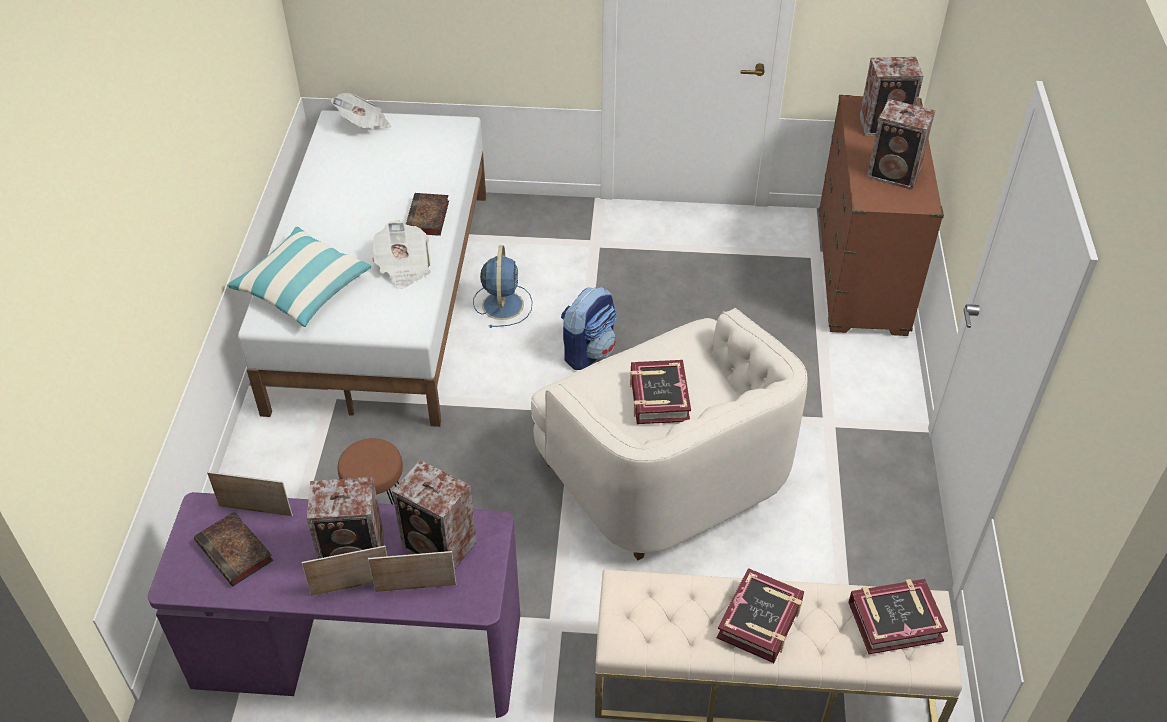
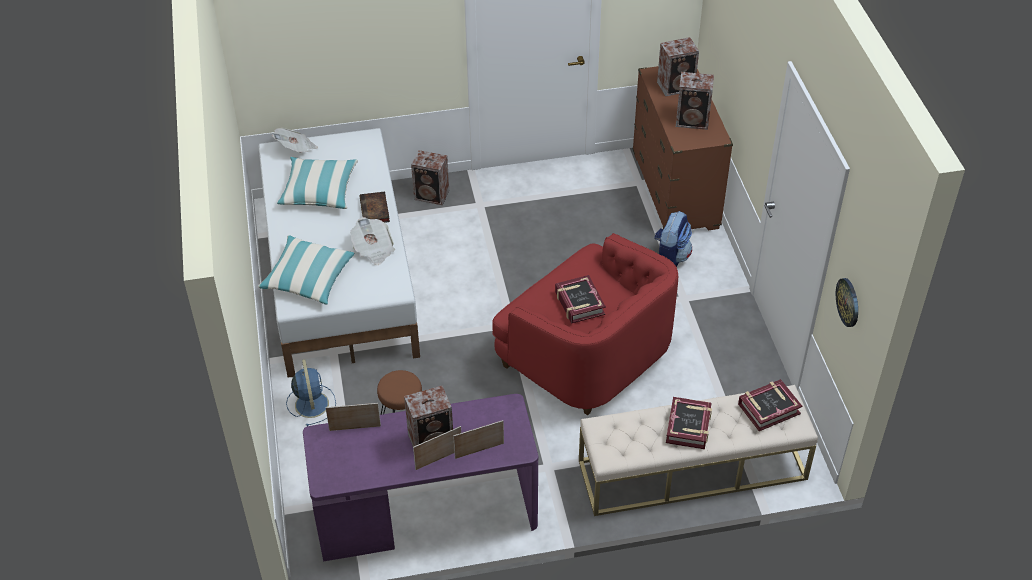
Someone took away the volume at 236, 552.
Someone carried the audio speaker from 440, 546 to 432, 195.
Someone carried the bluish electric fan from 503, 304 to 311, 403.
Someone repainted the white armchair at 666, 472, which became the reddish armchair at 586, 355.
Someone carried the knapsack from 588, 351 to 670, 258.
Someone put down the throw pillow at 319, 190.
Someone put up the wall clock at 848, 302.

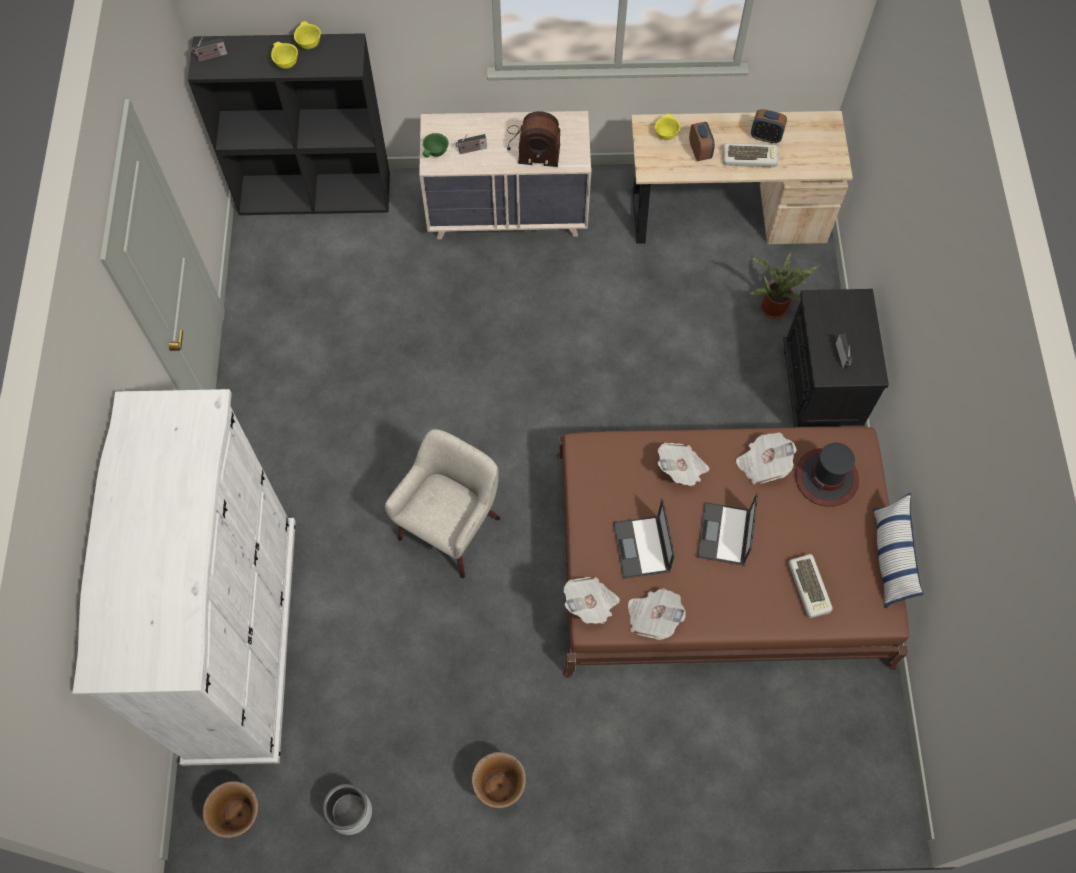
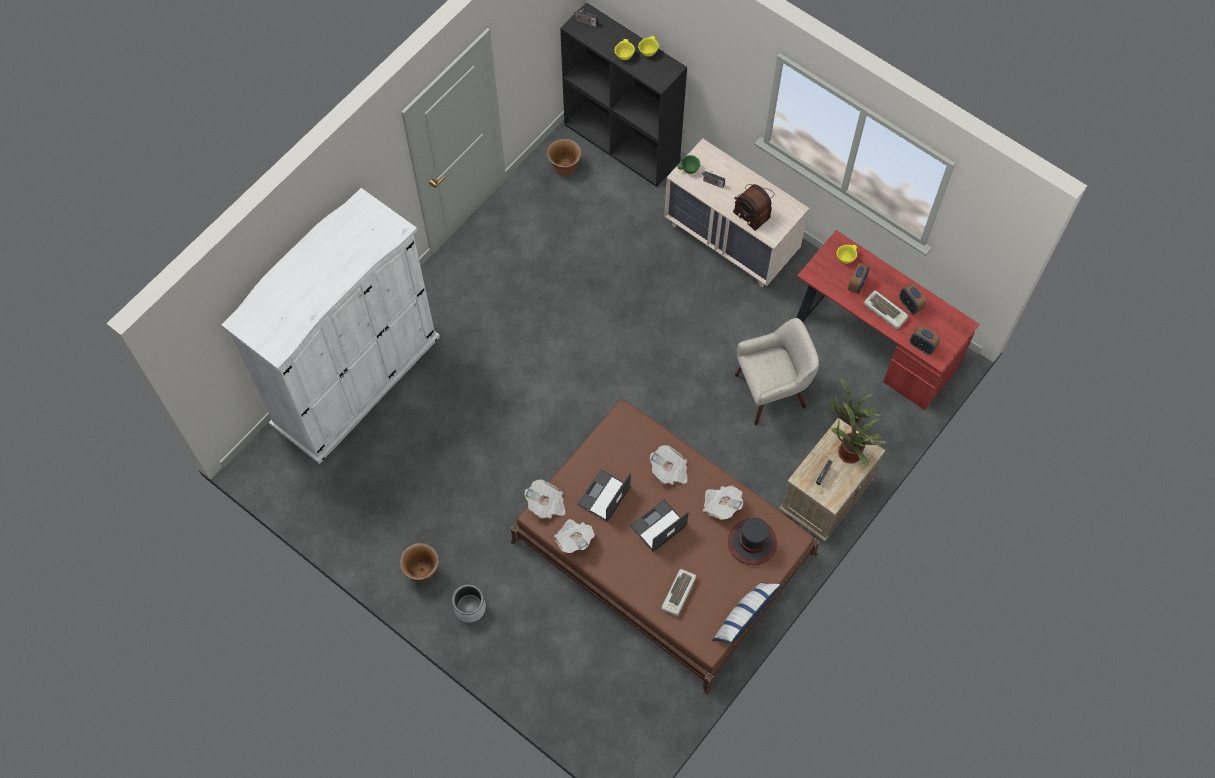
Someone carried the brown planter from 240, 815 to 564, 168.
Someone carried the gray planter from 350, 812 to 470, 607.
Someone carried the sand-coloured armchair from 451, 528 to 771, 391.
Someone repainted the sand-coloured desk unit at 724, 214, which became the reddish desk unit at 873, 341.
Someone repainted the blackish nightstand at 819, 391, which became the sand-coloured nightstand at 824, 499.
Someone put down the potted plant at 852, 452.
Someone put down the alarm clock at 922, 346.

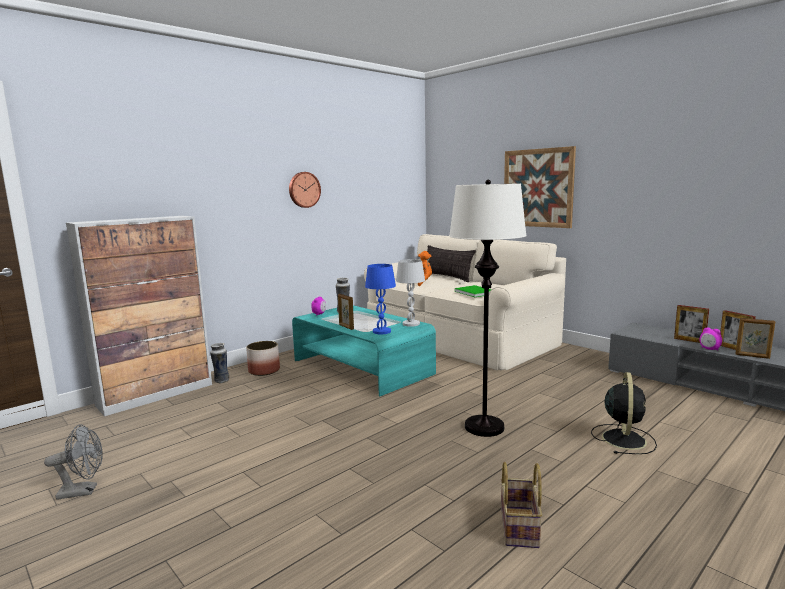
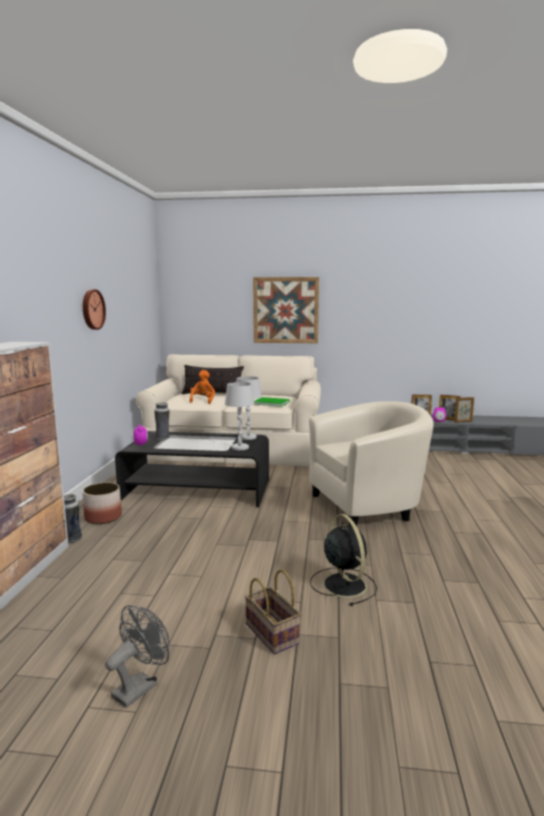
Someone repainted the turquoise lounge table at 362, 367, which became the blackish lounge table at 197, 489.
Someone took away the photo frame at 346, 327.
Someone repainted the bluish tabletop lamp at 381, 331, which became the white tabletop lamp at 240, 447.
Someone swapped the white floor lamp at 484, 427 for the sand-coloured armchair at 368, 506.
Someone carried the household basket from 520, 528 to 273, 634.
Someone carried the blackish electric fan from 623, 438 to 343, 584.

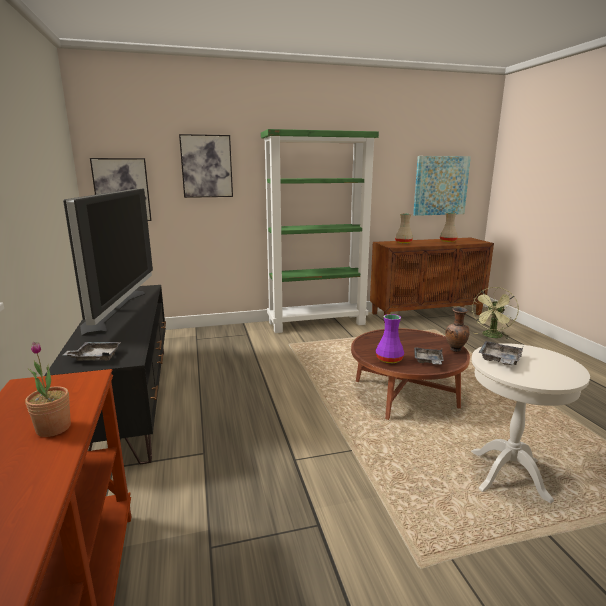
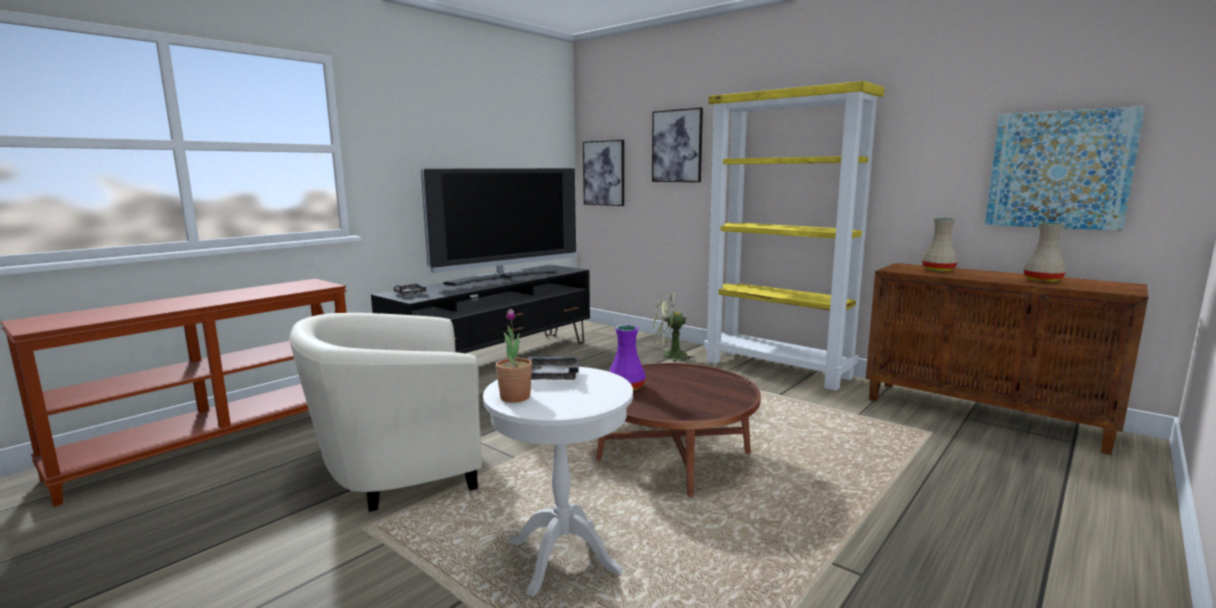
Someone carried the potted plant from 53, 428 to 515, 397.
Someone repainted the green bookshelf at 317, 323, which became the yellowish bookshelf at 778, 369.
Someone took away the gray tray at 428, 361.
Someone took away the brown vase at 455, 350.
Someone carried the green electric fan from 492, 336 to 669, 356.
Someone put down the sand-coloured armchair at 398, 470.

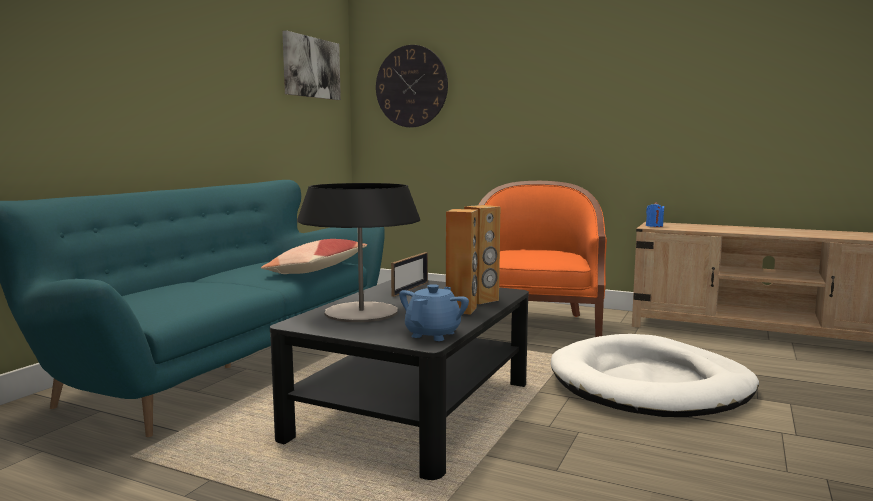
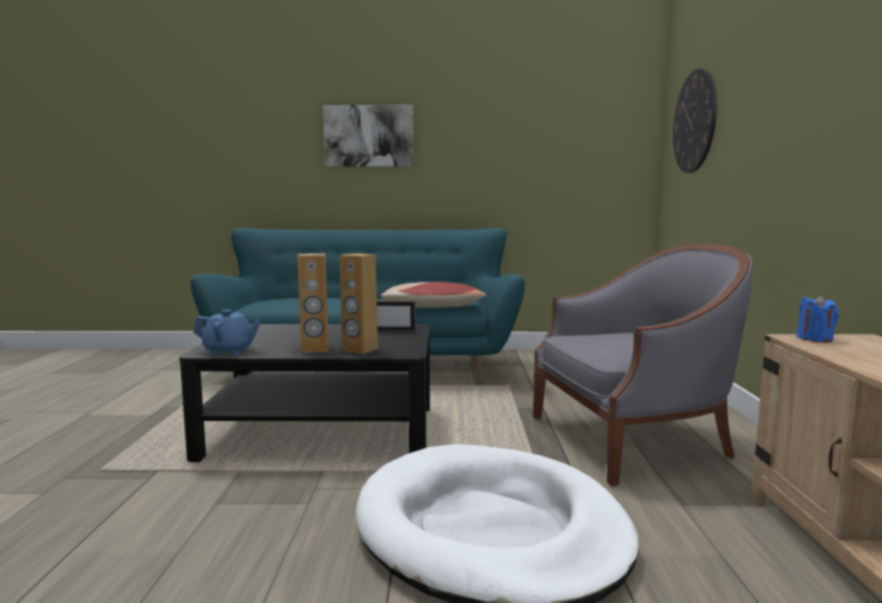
Someone carried the wall art from 311, 67 to 369, 136.
Someone took away the tabletop lamp at 361, 312.
Someone repainted the orange-coloured armchair at 534, 327, which became the gray armchair at 632, 441.

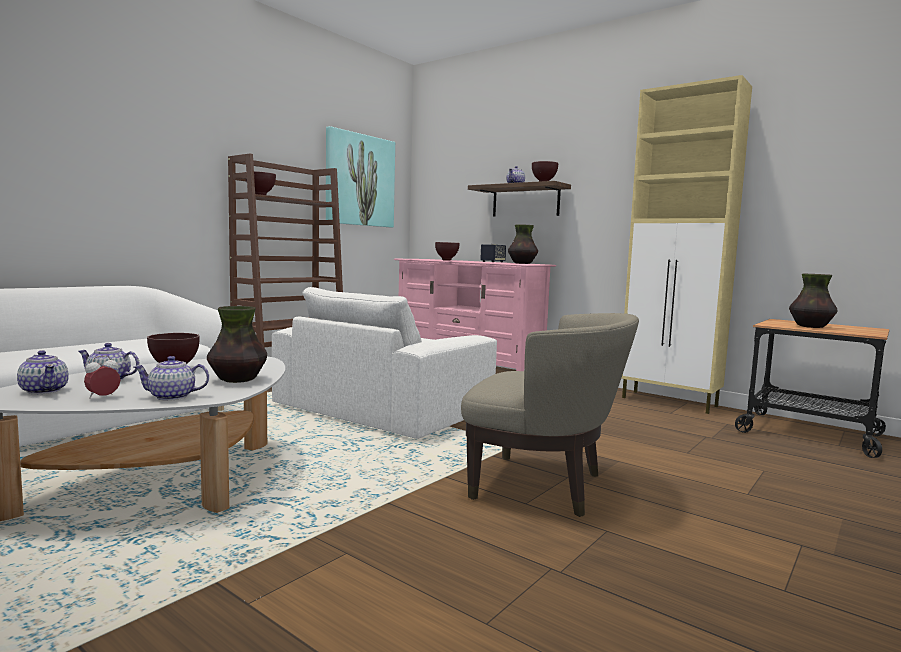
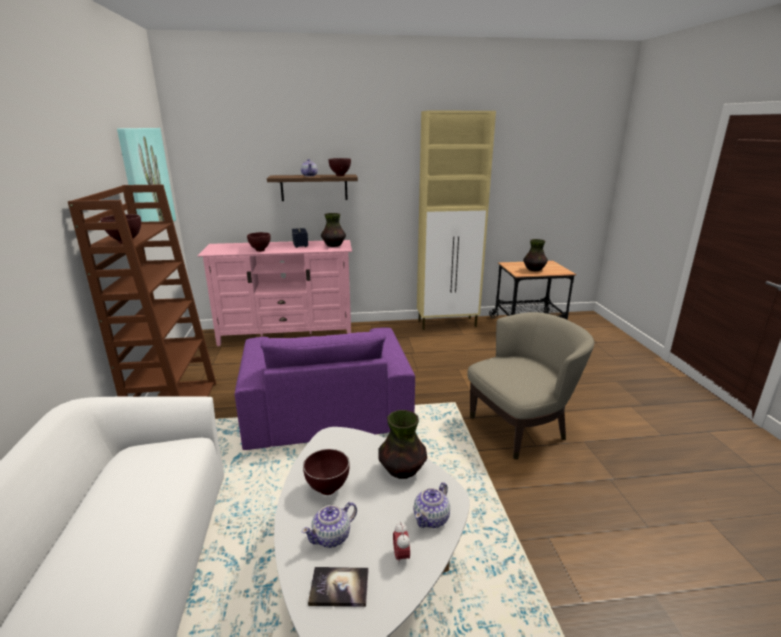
Someone swapped the pot for tea at 44, 390 for the volume at 339, 587.
Someone repainted the white armchair at 384, 408, which became the purplish armchair at 326, 409.

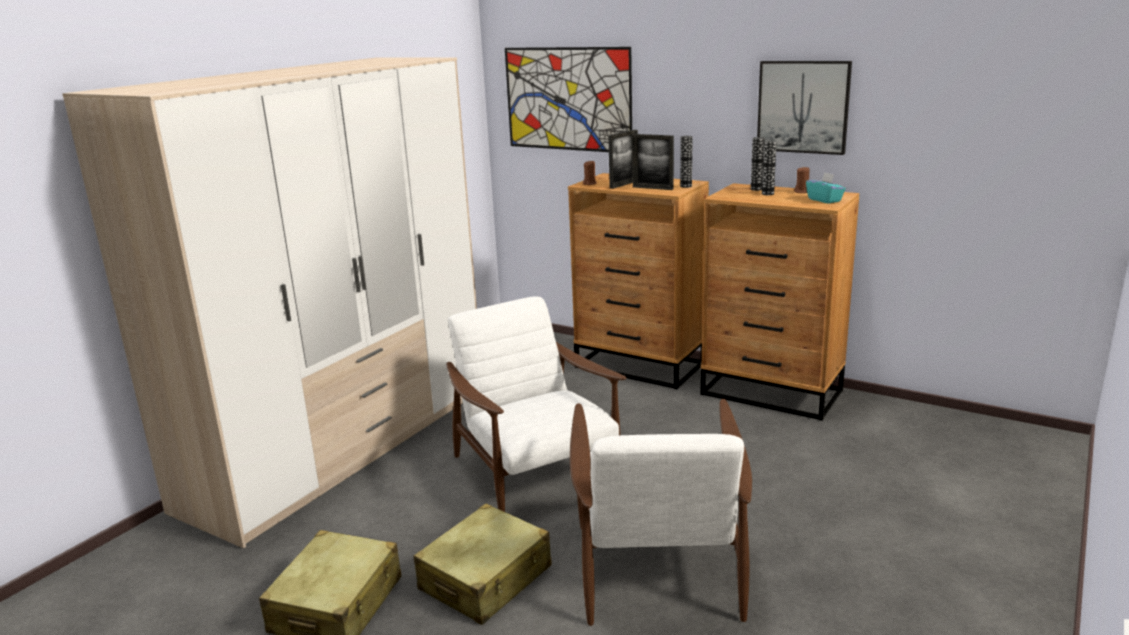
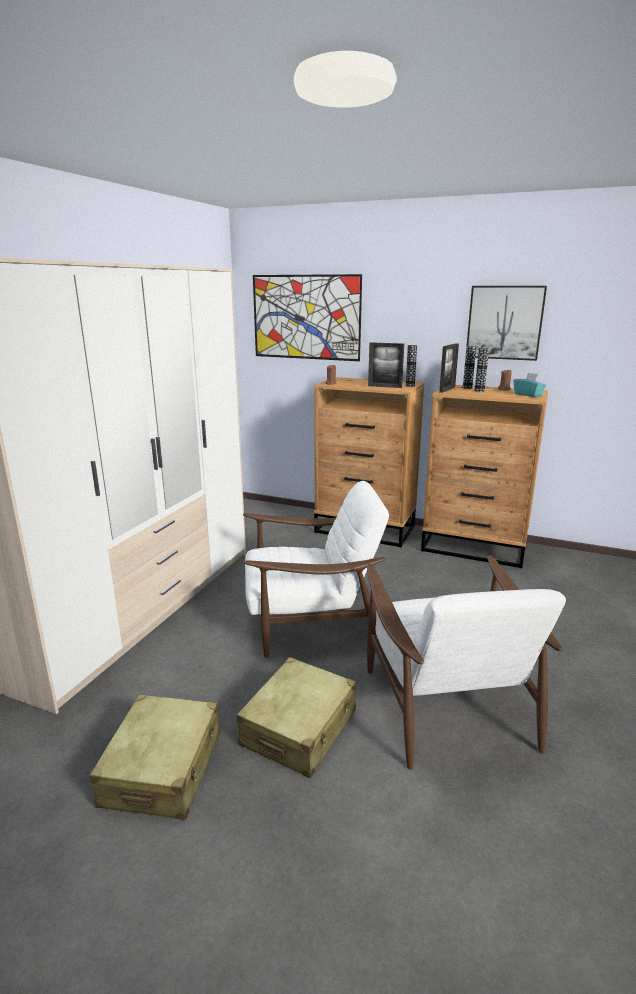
Someone rotated the white armchair at 535, 470 by 120 degrees clockwise.
Someone carried the photo frame from 624, 184 to 447, 389.

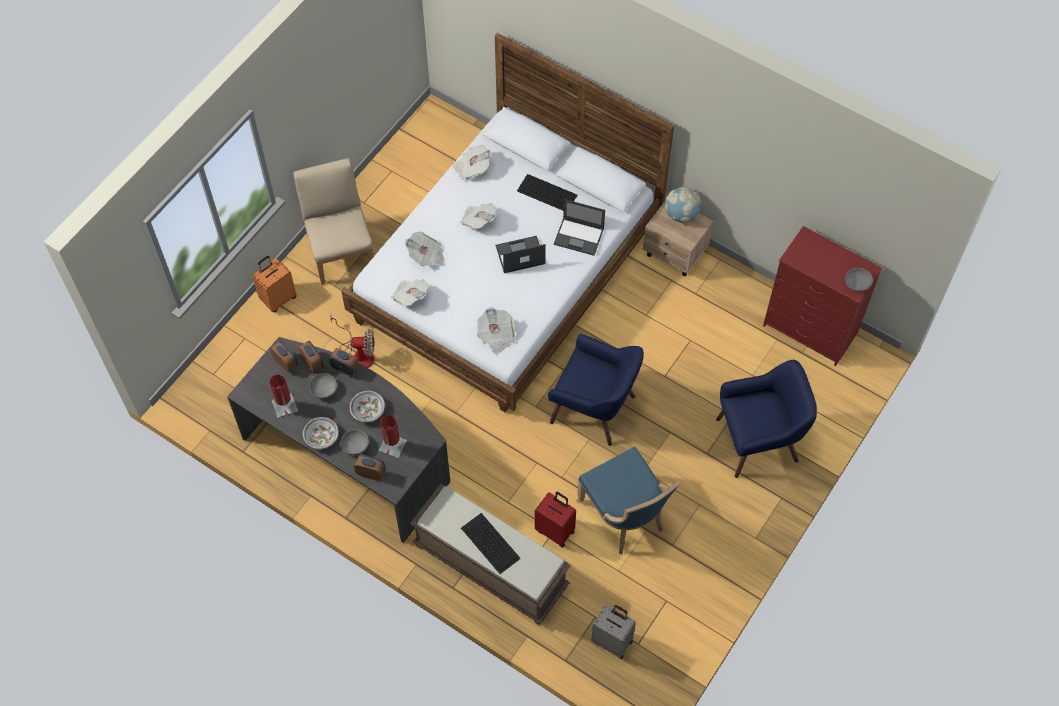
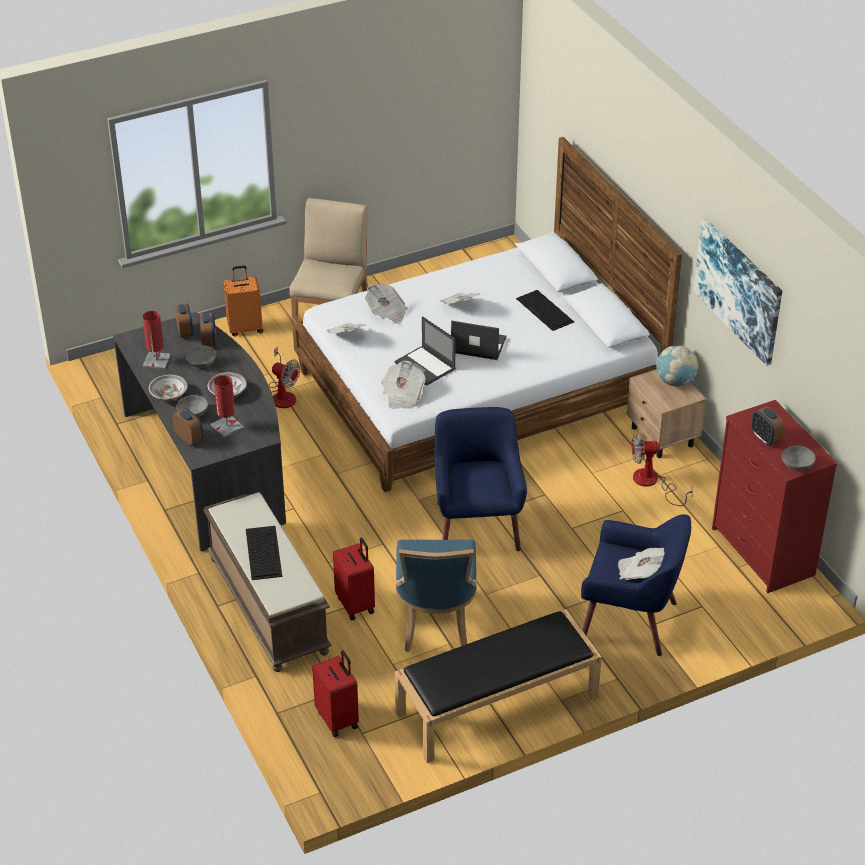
Someone carried the alarm clock from 345, 369 to 765, 438.
Someone carried the printed paper from 472, 168 to 640, 573.
Someone rotated the bluish armchair at 594, 409 by 150 degrees counterclockwise.
Someone carried the portable computer from 579, 236 to 425, 366.
Someone repainted the gray travel case at 612, 641, which became the reddish travel case at 338, 719.
Someone put down the blackish bench at 496, 705.
Someone put down the electric fan at 652, 483.
Someone put up the wall art at 738, 290.

